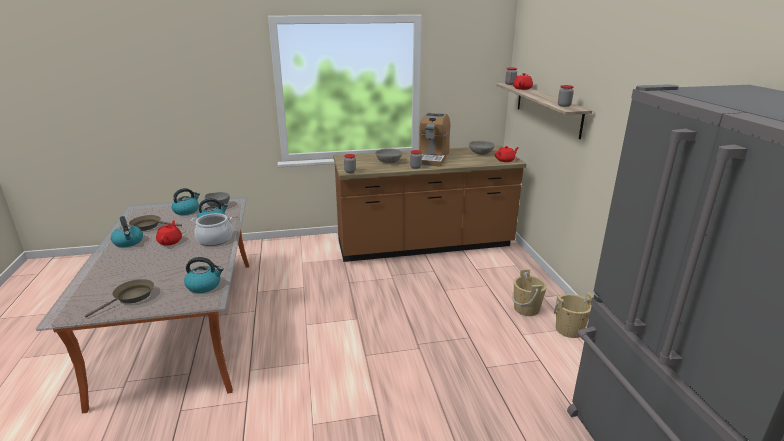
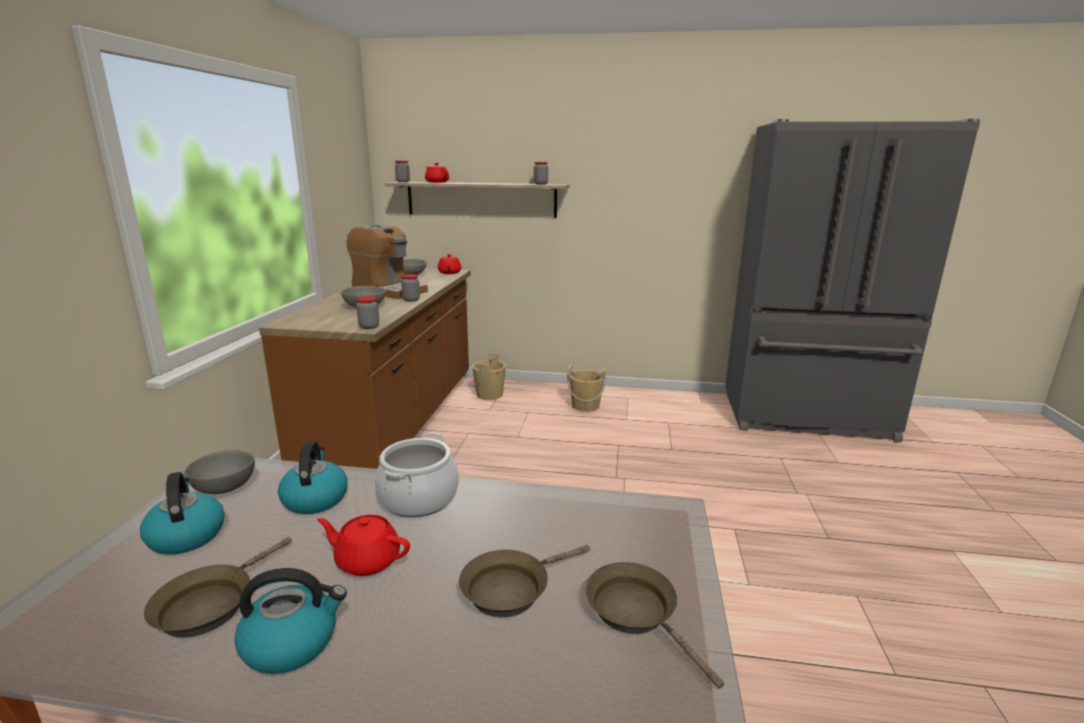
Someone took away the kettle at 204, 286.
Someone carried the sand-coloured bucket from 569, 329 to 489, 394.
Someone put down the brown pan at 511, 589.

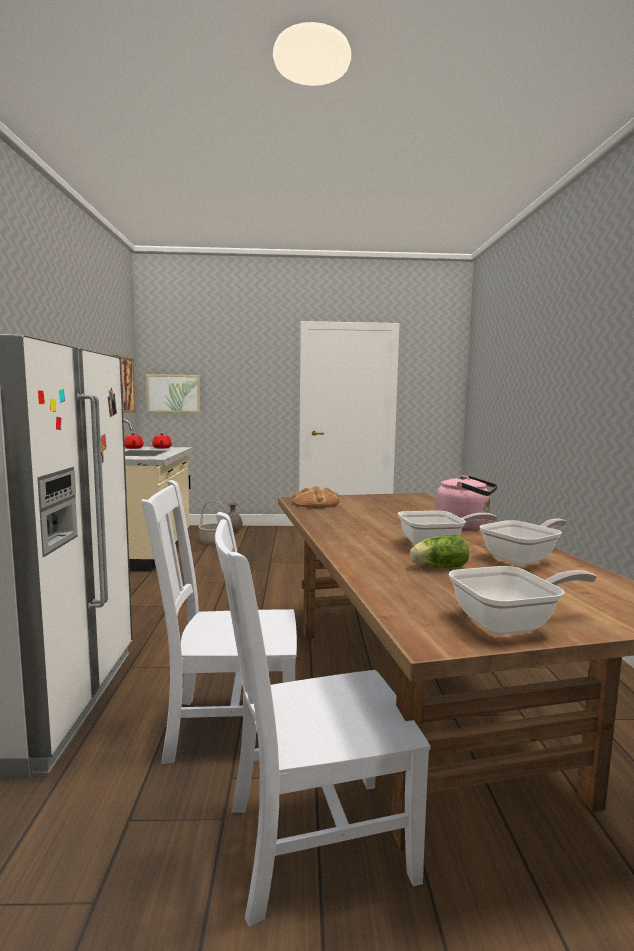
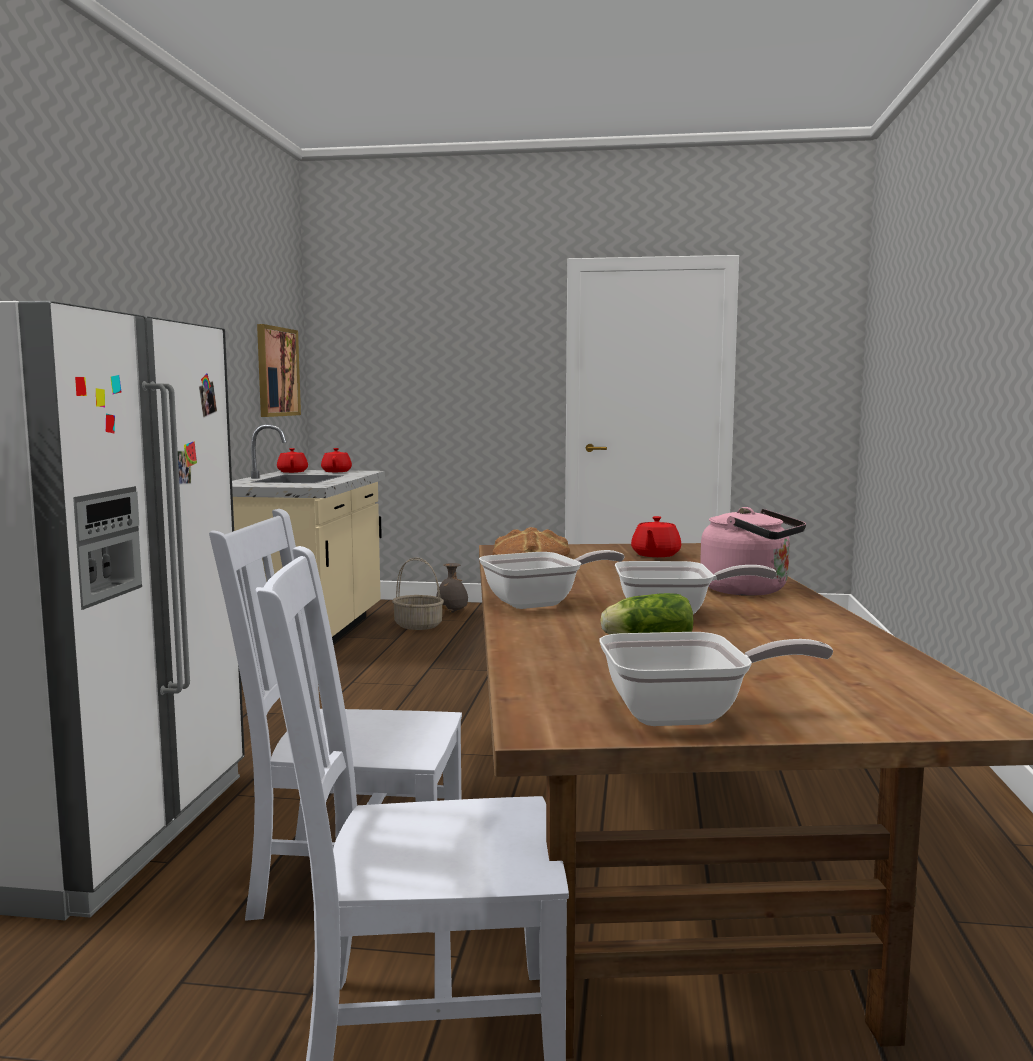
Someone took away the wall art at 173, 393.
Someone carried the pan from 523, 558 to 540, 603.
Someone put down the reddish pot for tea at 655, 555.

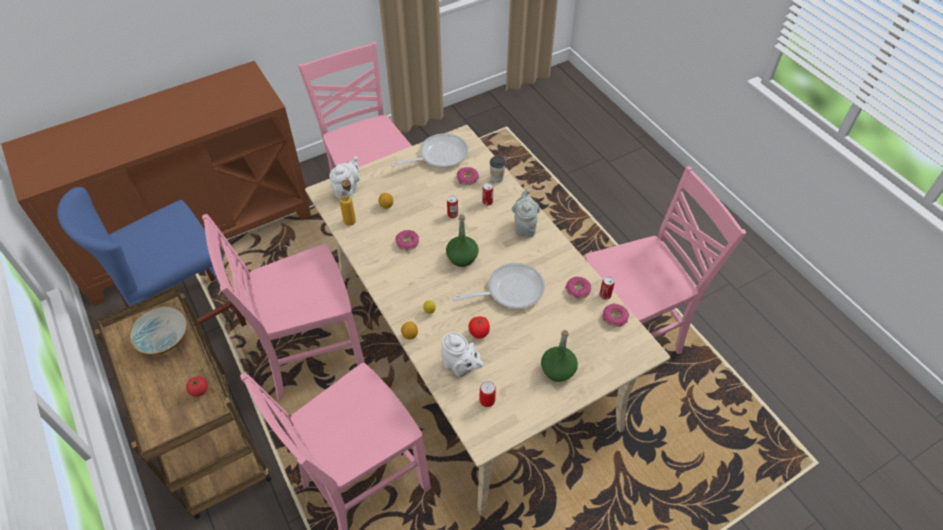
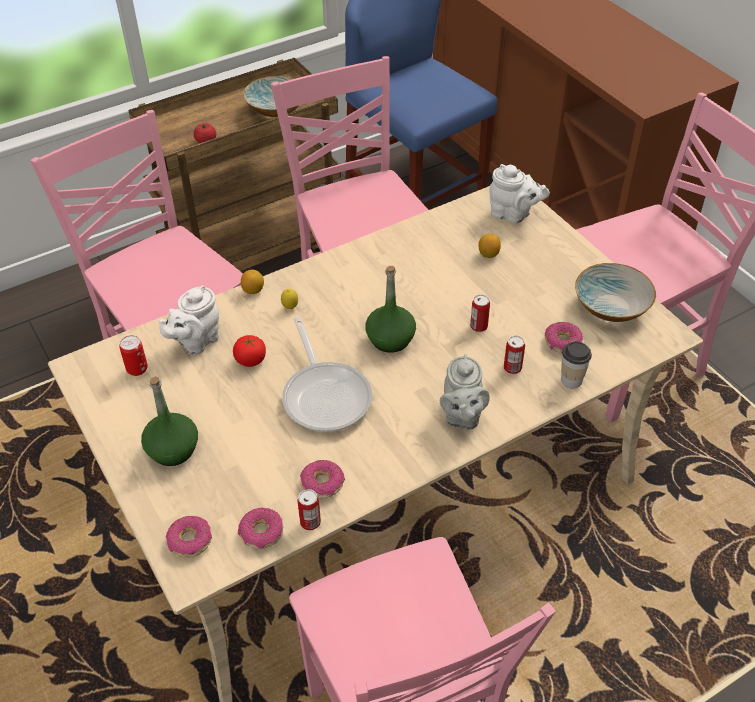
Someone took away the drink bottle at 350, 217.
Someone swapped the pan at 439, 155 for the serving bowl at 611, 306.
Someone carried the doughnut from 407, 243 to 190, 541.
Someone rotated the gray pot for tea at 524, 226 by 90 degrees clockwise.

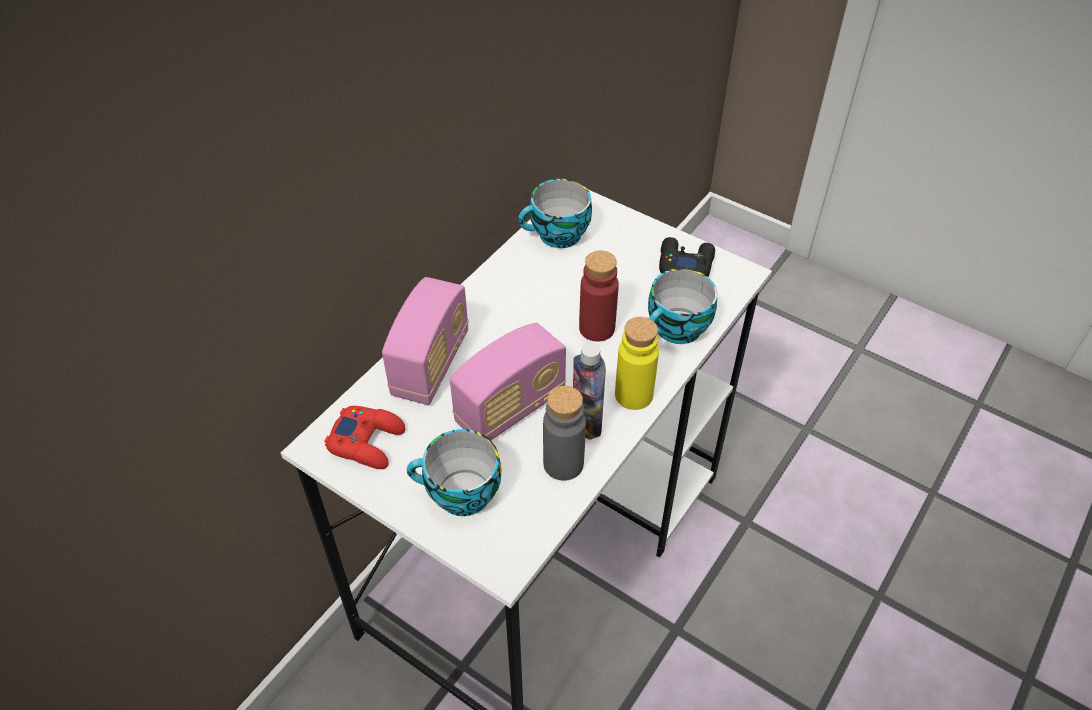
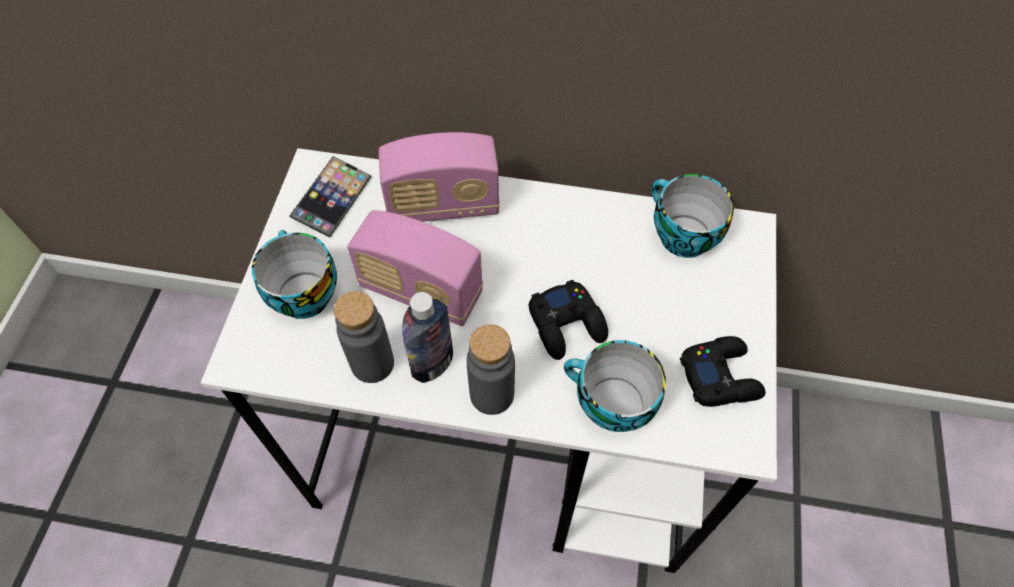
Someone swapped the reddish game controller at 367, 441 for the telephone at 332, 200.
Someone swapped the reddish drink bottle at 597, 328 for the blackish game controller at 567, 324.
Someone repainted the yellowish drink bottle at 633, 395, which became the gray drink bottle at 492, 394.

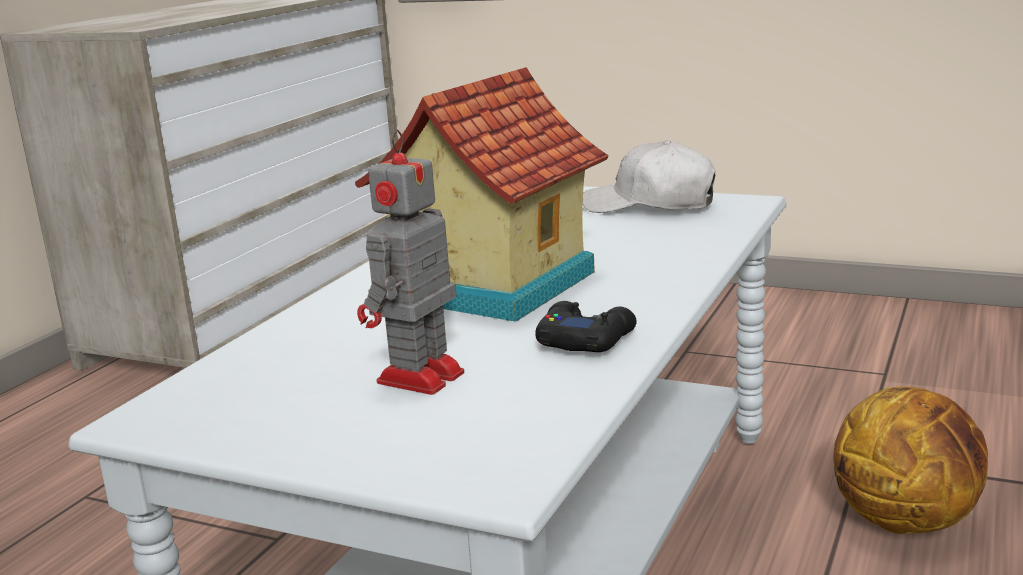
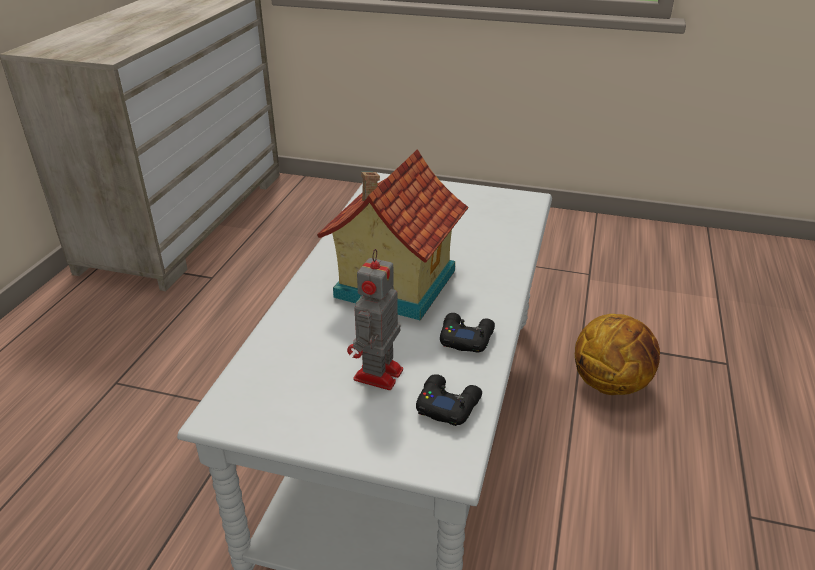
Someone took away the white baseball cap at 650, 205.
Someone put down the blackish game controller at 448, 404.

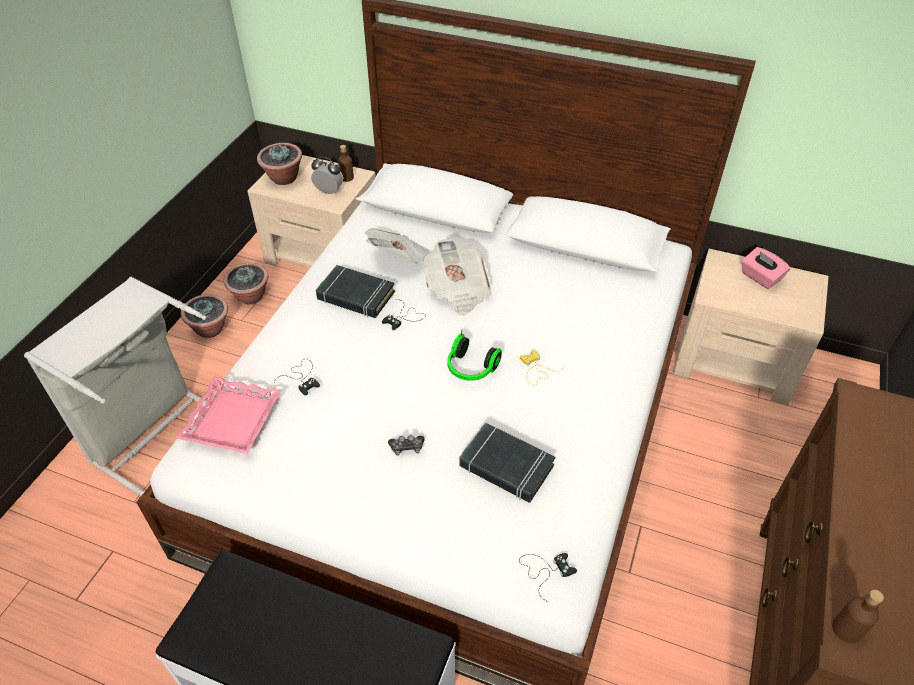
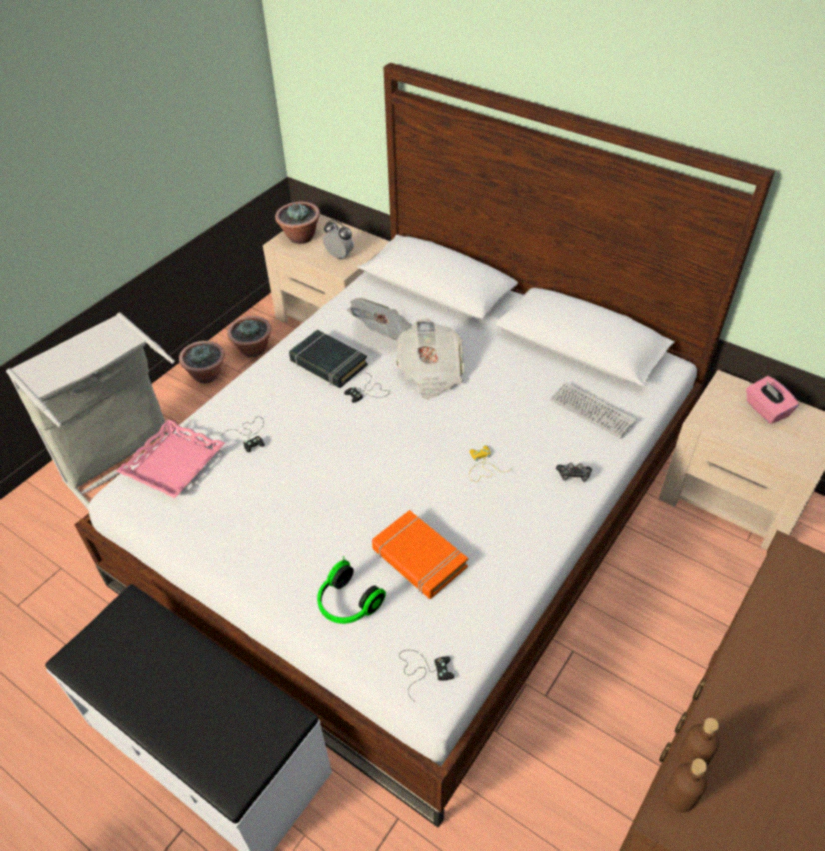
Someone carried the brown drink bottle from 347, 178 to 692, 757.
Someone carried the game controller from 407, 448 to 573, 475.
Someone carried the headphones from 470, 368 to 347, 604.
Someone repainted the blackish volume at 506, 466, which became the orange-coloured volume at 418, 558.
Someone put down the keyboard at 592, 411.

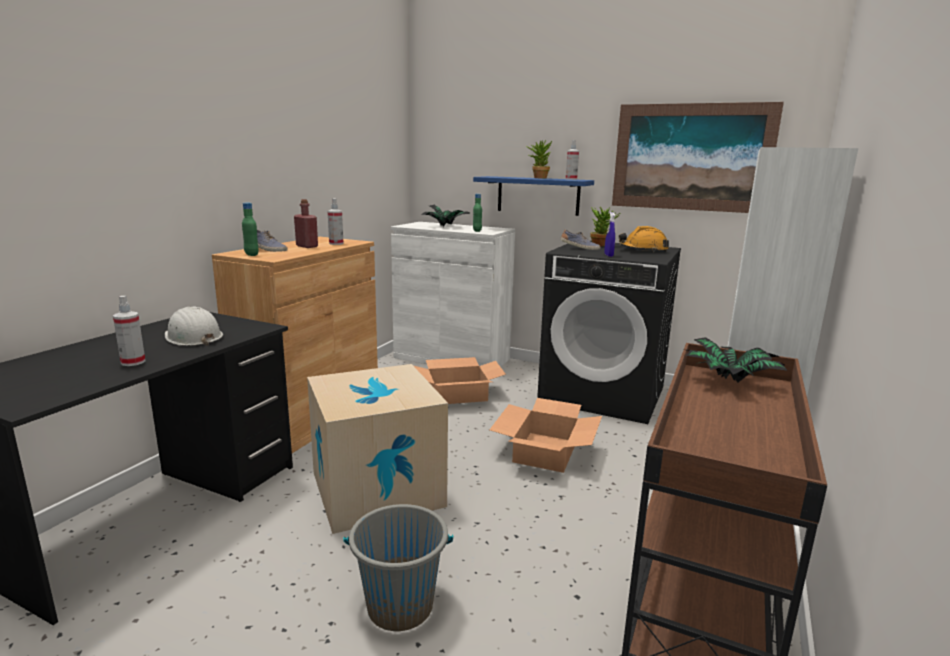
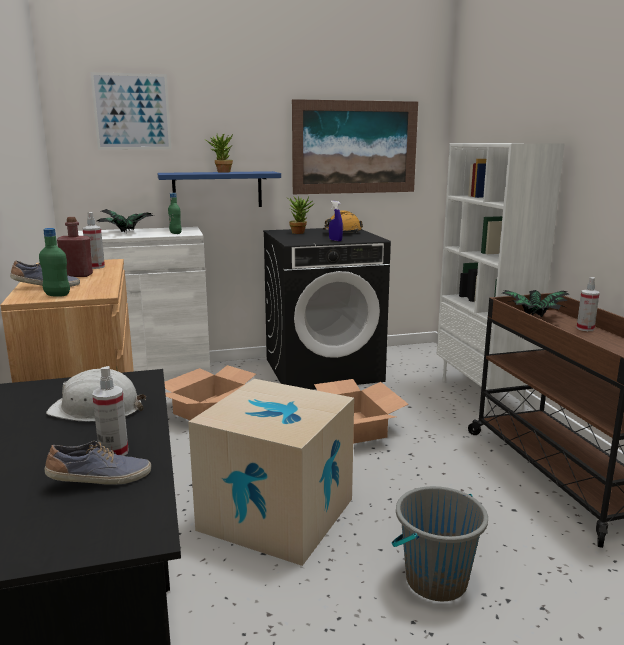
Someone carried the item of footwear from 579, 248 to 100, 480.
Someone carried the spray bottle from 571, 179 to 585, 328.
Someone put up the wall art at 132, 112.

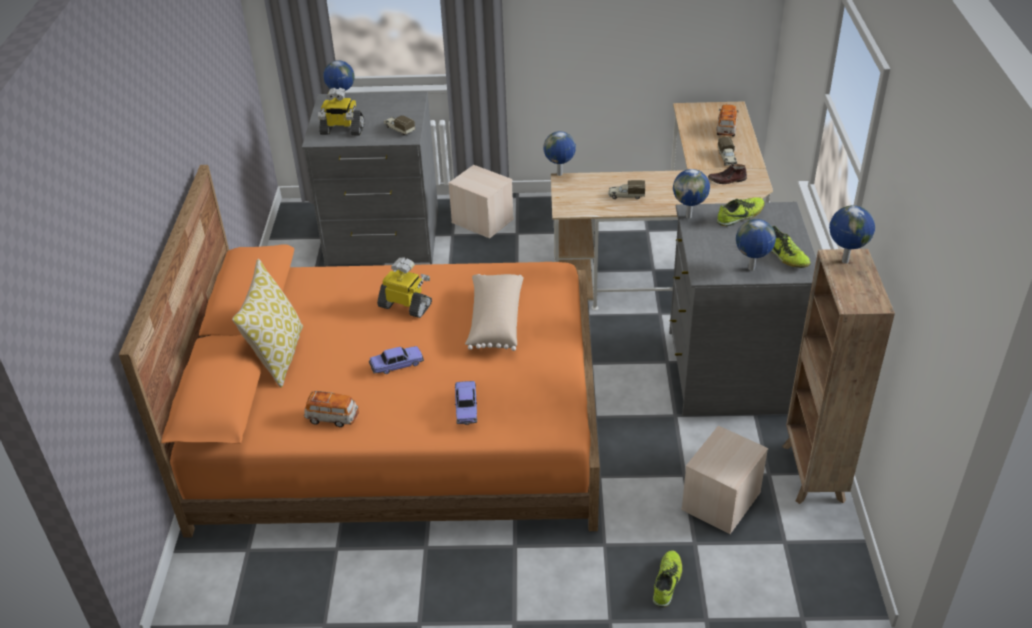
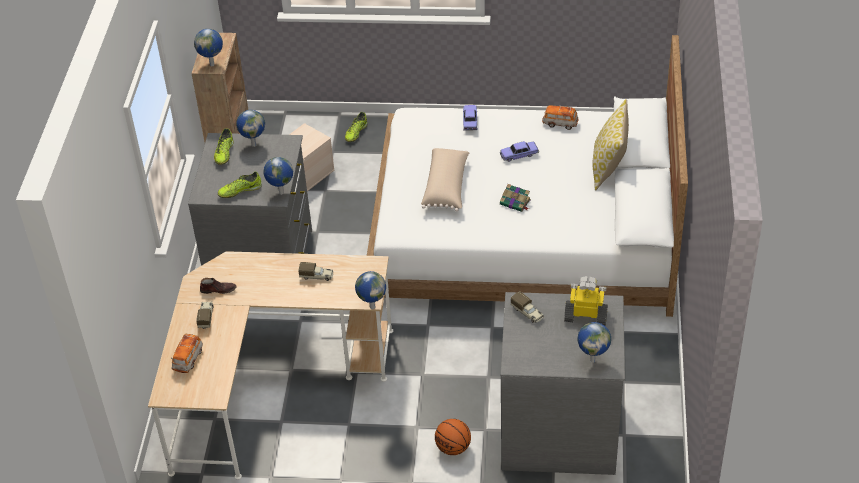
Someone repainted the orange-coloured bed at 401, 424, which became the white bed at 525, 234.
Someone swapped the robot figure at 406, 305 for the volume at 515, 202.
Someone swapped the sand-coloured storage bin at 481, 221 for the ball for basketball at 453, 448.
Someone rotated the item of footwear at 785, 257 by 150 degrees counterclockwise.

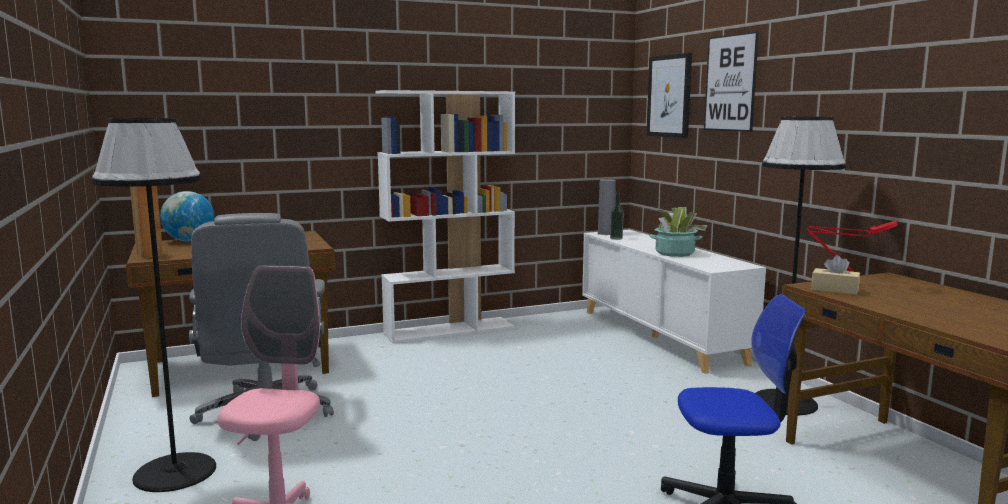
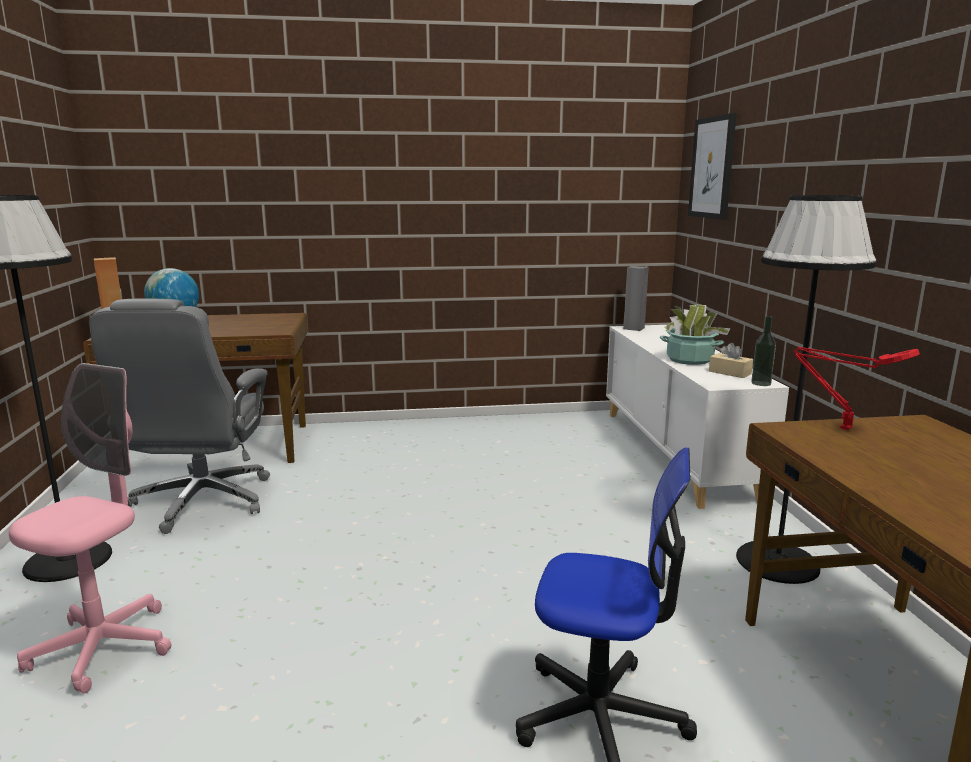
Someone took away the white bookshelf at 450, 330.
Someone carried the drink bottle from 616, 238 to 761, 383.
Someone took away the wall art at 730, 83.
Someone carried the sand-coloured box of tissues from 834, 290 to 729, 373.

